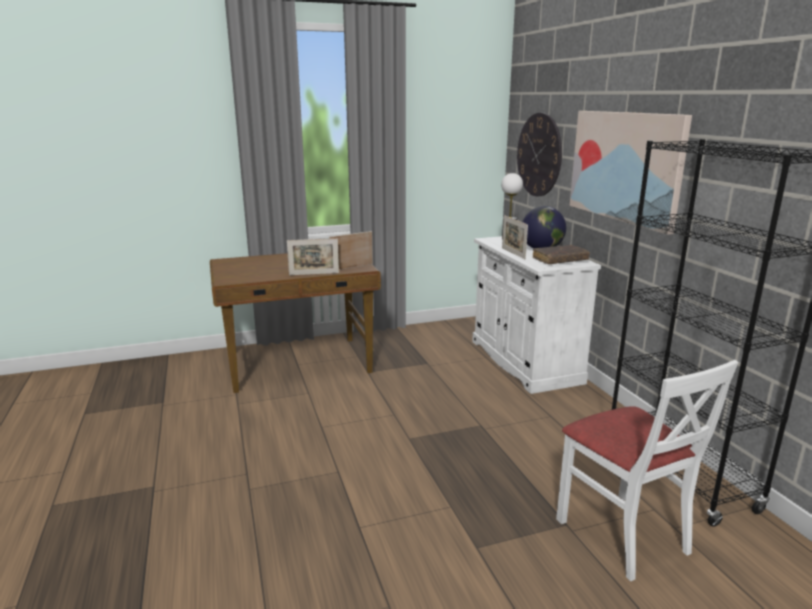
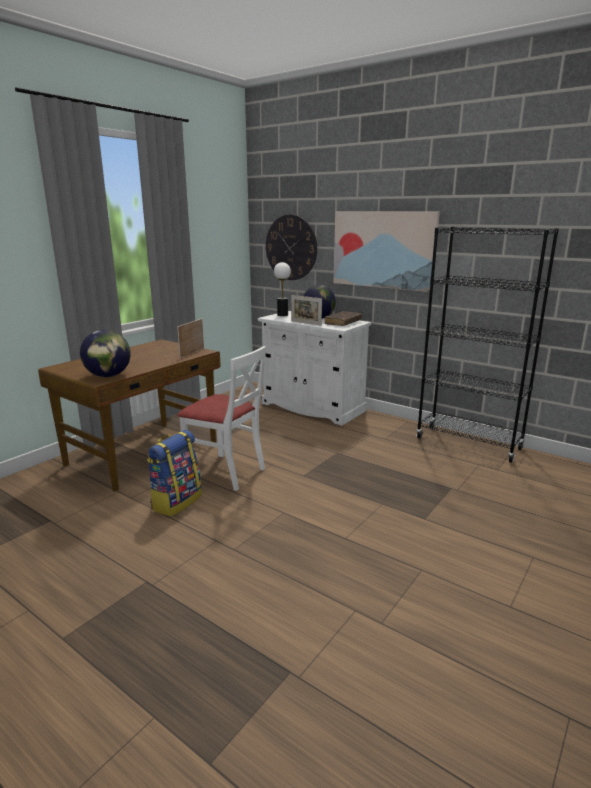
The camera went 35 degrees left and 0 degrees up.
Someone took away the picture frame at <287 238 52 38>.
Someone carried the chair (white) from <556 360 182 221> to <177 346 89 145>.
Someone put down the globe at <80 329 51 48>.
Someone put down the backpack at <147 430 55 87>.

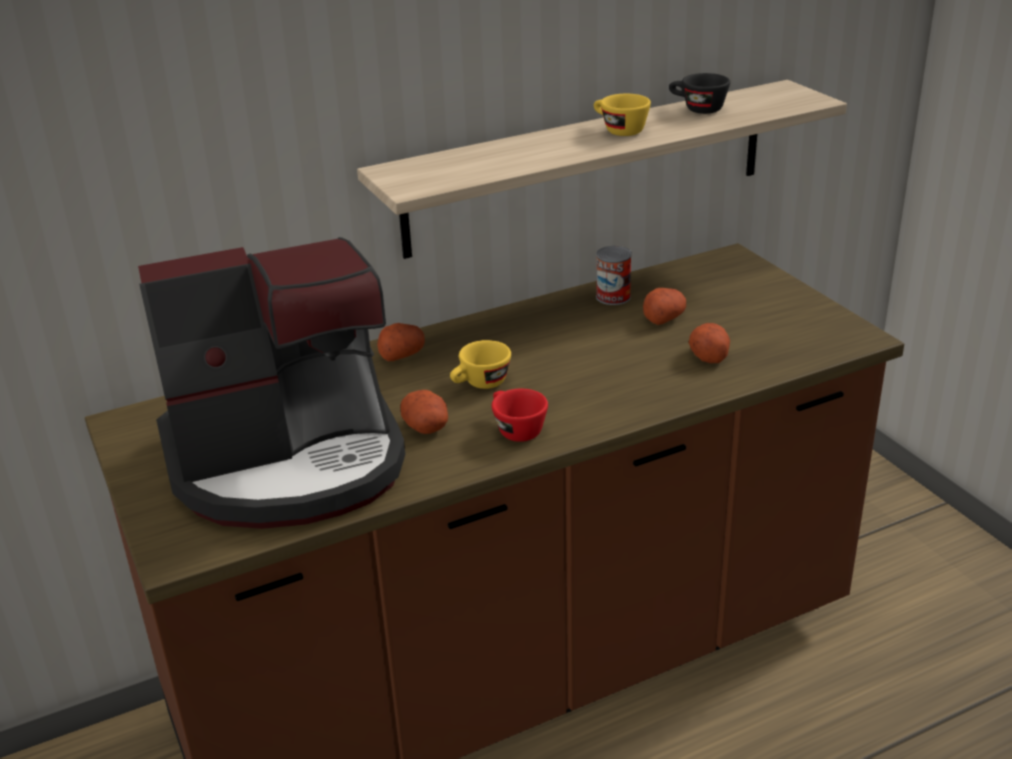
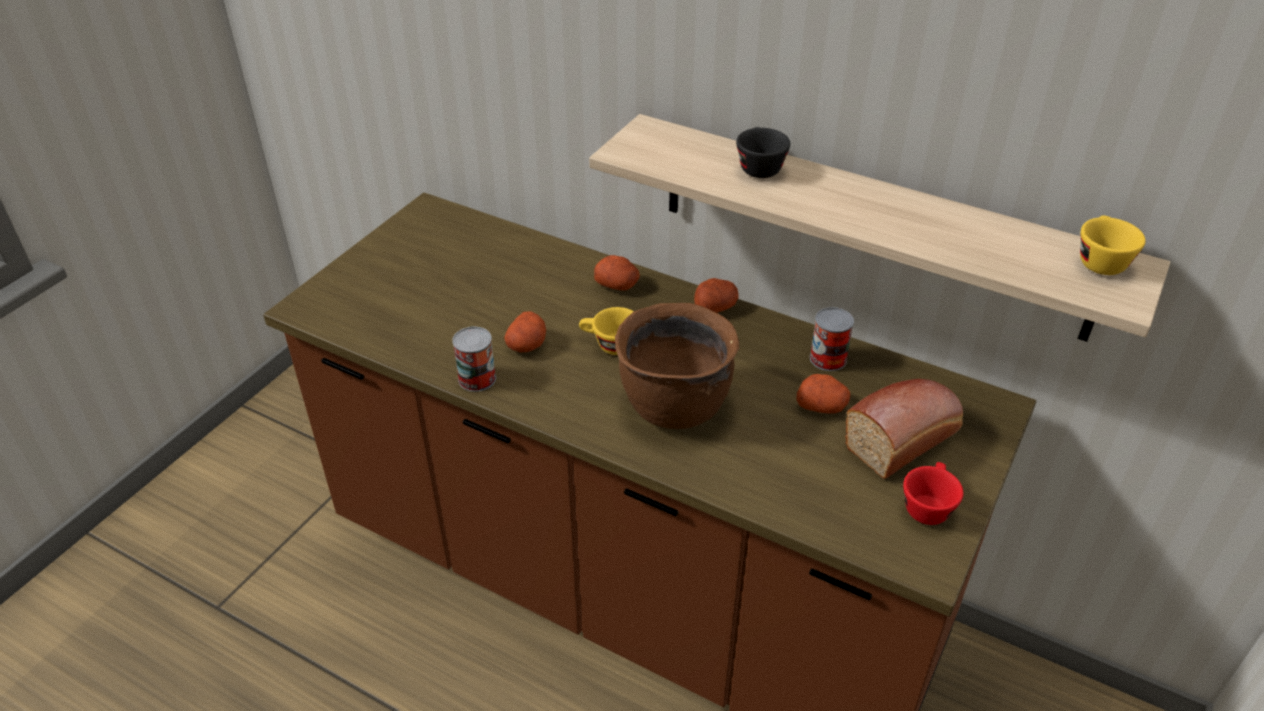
The camera went 55 degrees right and 10 degrees up.
Someone took away the coffee machine at <138 237 267 292>.
Someone carried the cup (red) from <492 389 56 53> to <903 462 60 63>.
Someone carried the cup (yellow) from <594 94 57 42> to <1080 215 66 60>.
Someone carried the cup (black) from <669 73 61 41> to <736 127 54 51>.
Someone carried the potato from <689 323 41 40> to <694 278 44 35>.
Someone put down the can at <452 327 44 65>.
Someone put down the cooking pot (brown) at <615 303 124 126>.
Someone put down the bread at <845 379 118 100>.

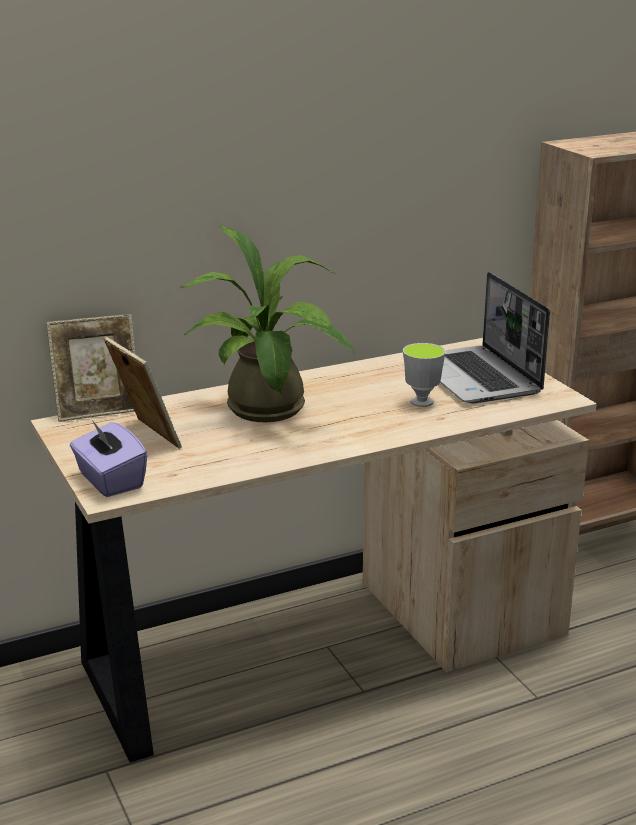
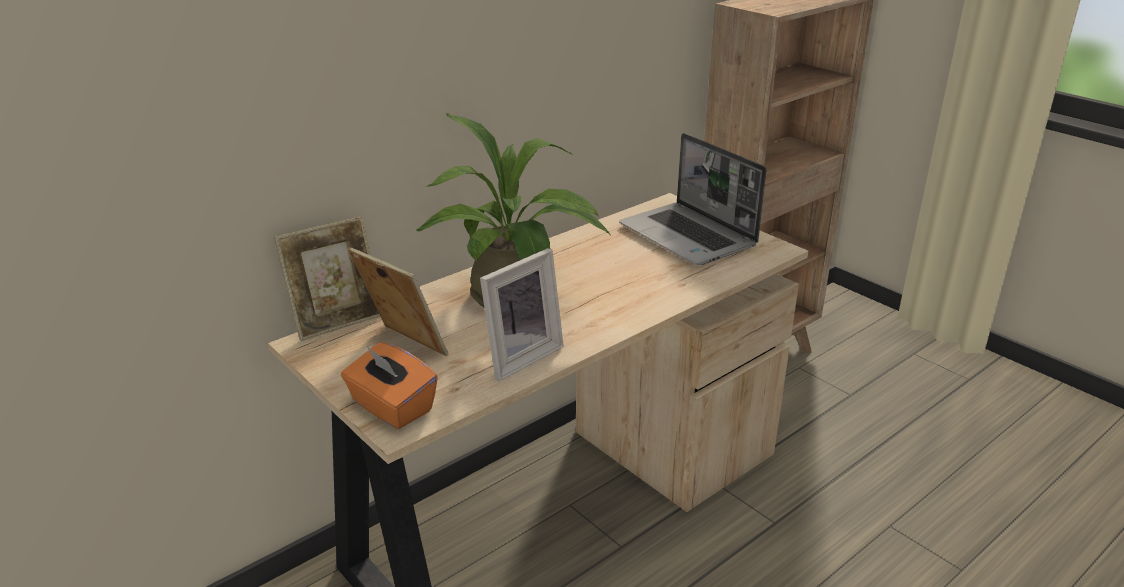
The camera went 15 degrees left and 5 degrees up.
Someone repainted the tissue box (purple) at <70 420 77 77>, which became the tissue box (orange) at <341 342 97 87>.
Someone took away the cup at <403 343 43 64>.
Someone put down the picture frame at <480 248 84 133>.

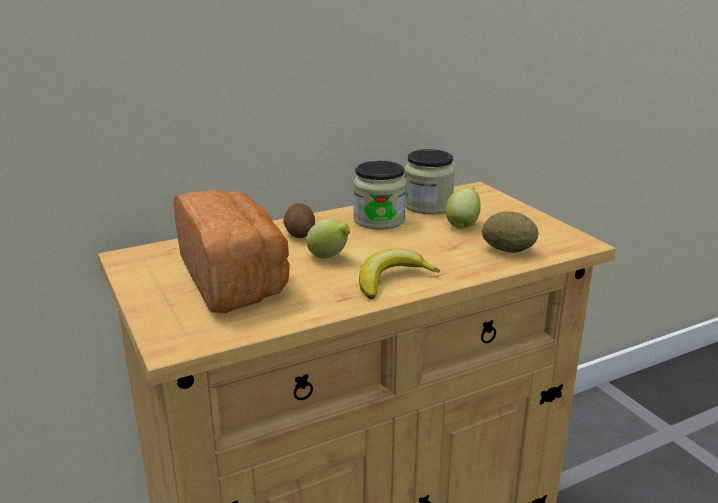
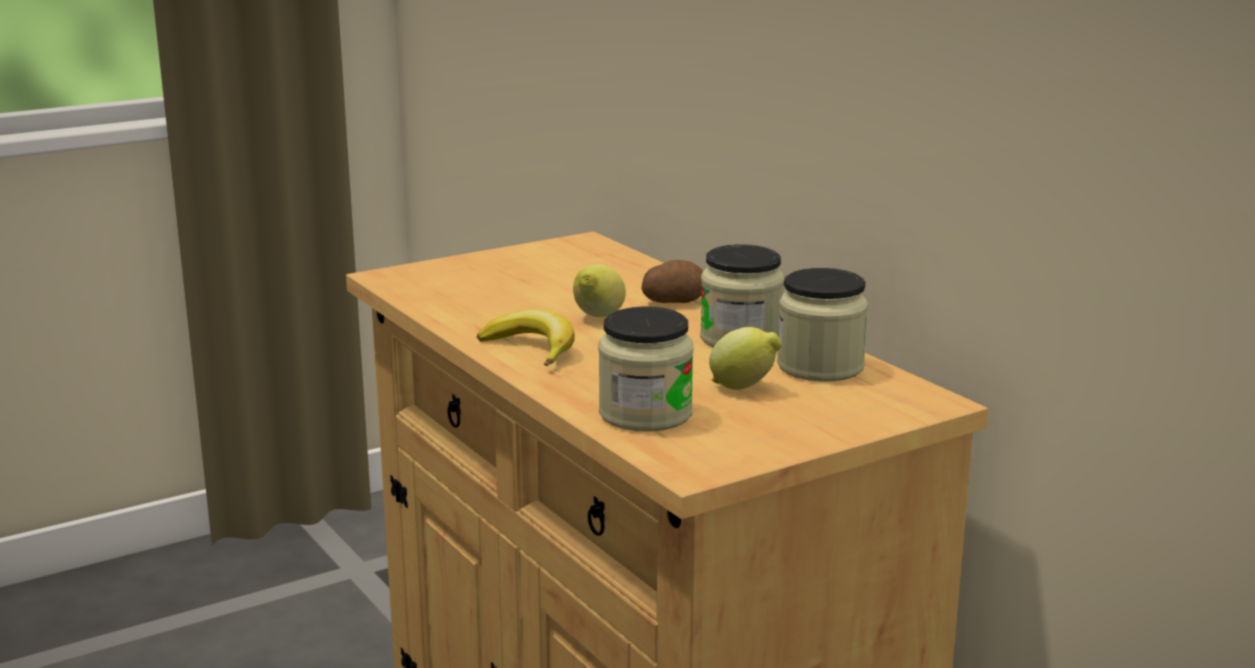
The camera went 85 degrees right and 5 degrees down.
Someone took away the bread at <174 190 116 123>.
Someone swapped the potato at <481 211 58 42> for the jar at <598 307 95 125>.

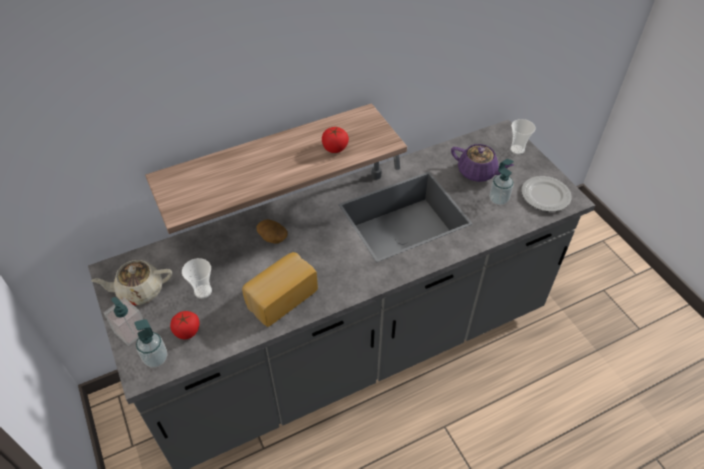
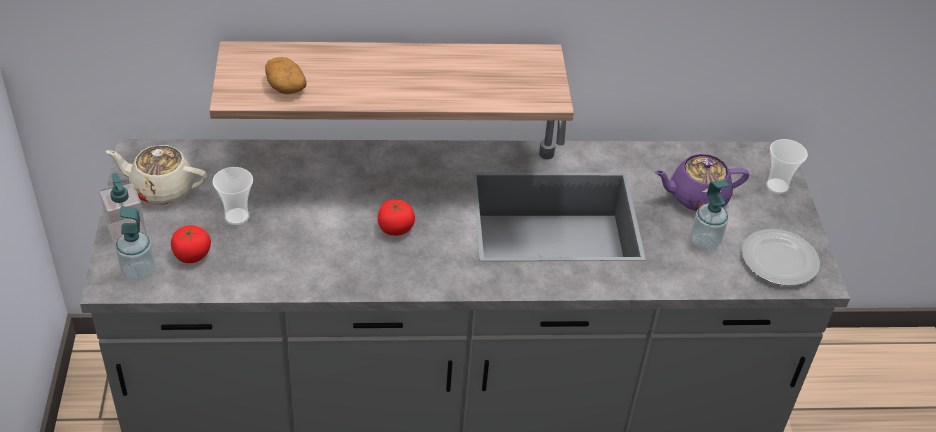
The camera went 20 degrees right and 5 degrees down.
Someone took away the bread at <242 252 76 75>.
Someone carried the potato from <256 219 32 25> to <265 57 42 37>.
Someone carried the tomato from <322 127 27 26> to <378 199 37 37>.
Someone rotated the teapot (purple) at <451 144 63 38> by 120 degrees clockwise.

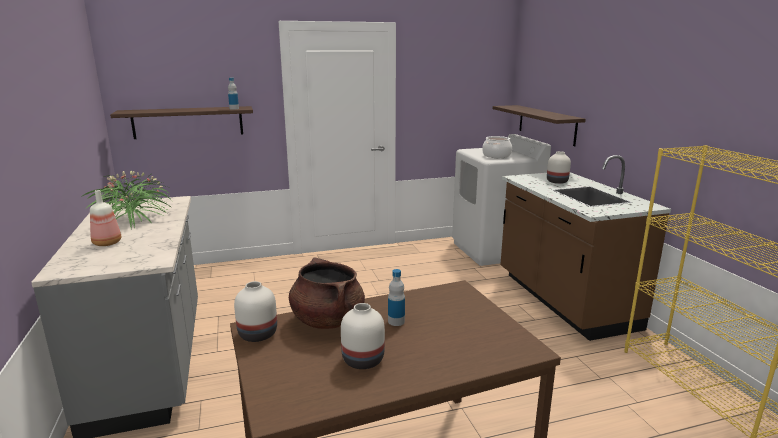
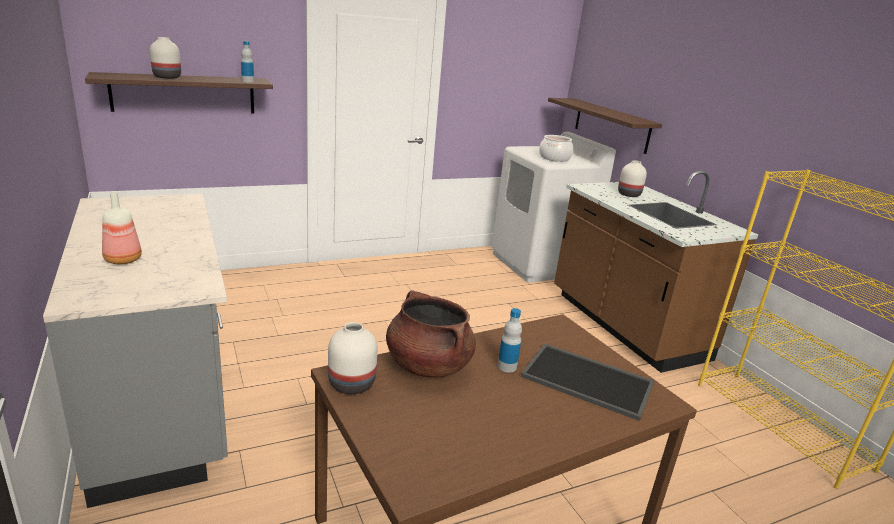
The camera went 10 degrees left and 5 degrees up.
Someone took away the potted plant at <81 171 93 59>.
Someone carried the vase (white) from <341 303 44 66> to <150 37 31 42>.
Someone put down the tray at <521 343 133 78>.

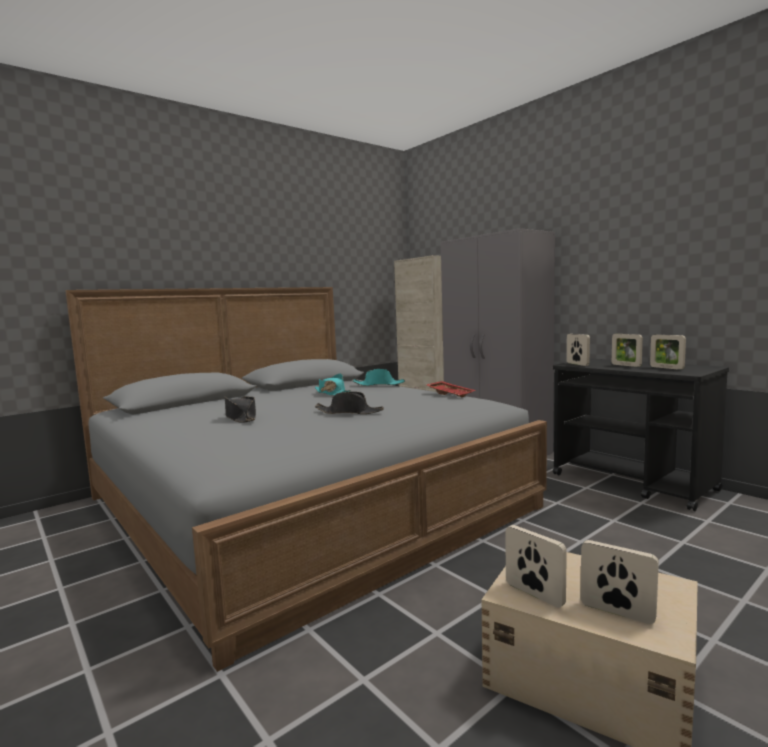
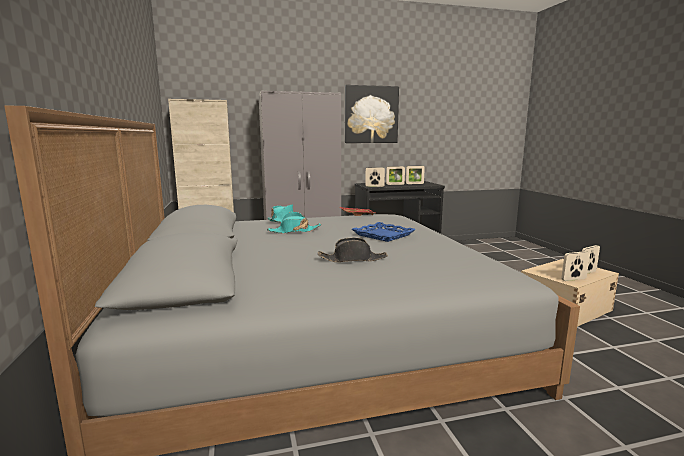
The camera went 65 degrees left and 5 degrees up.
Someone swapped the hat (black) at <315 391 69 23> for the tray (blue) at <352 222 64 20>.
Someone put up the picture at <345 85 54 58>.

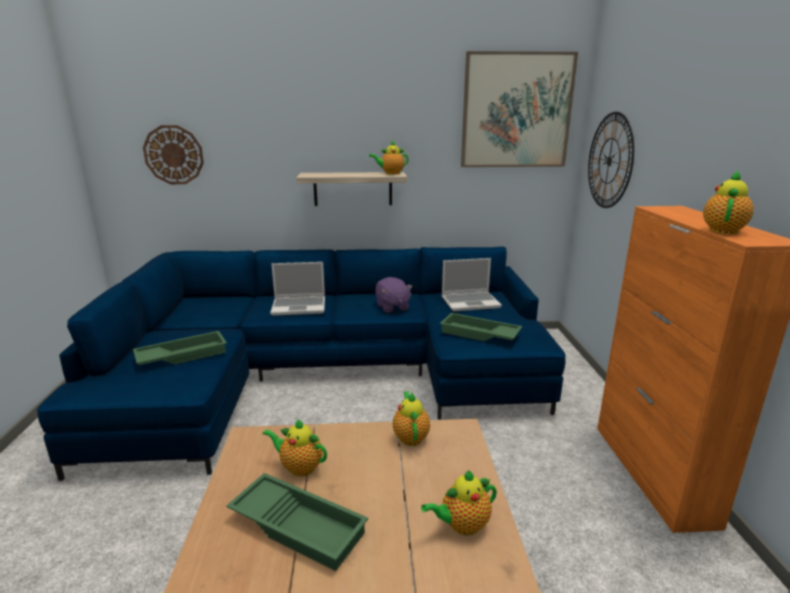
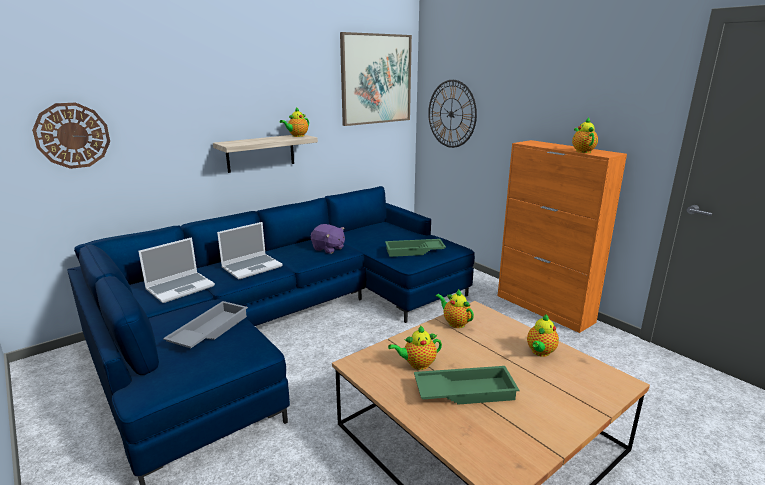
The camera went 35 degrees left and 0 degrees up.
Someone repainted the tray (green) at <133 331 94 34>, which became the tray (grey) at <163 301 85 47>.
Someone carried the laptop from <442 258 60 53> to <138 237 77 66>.

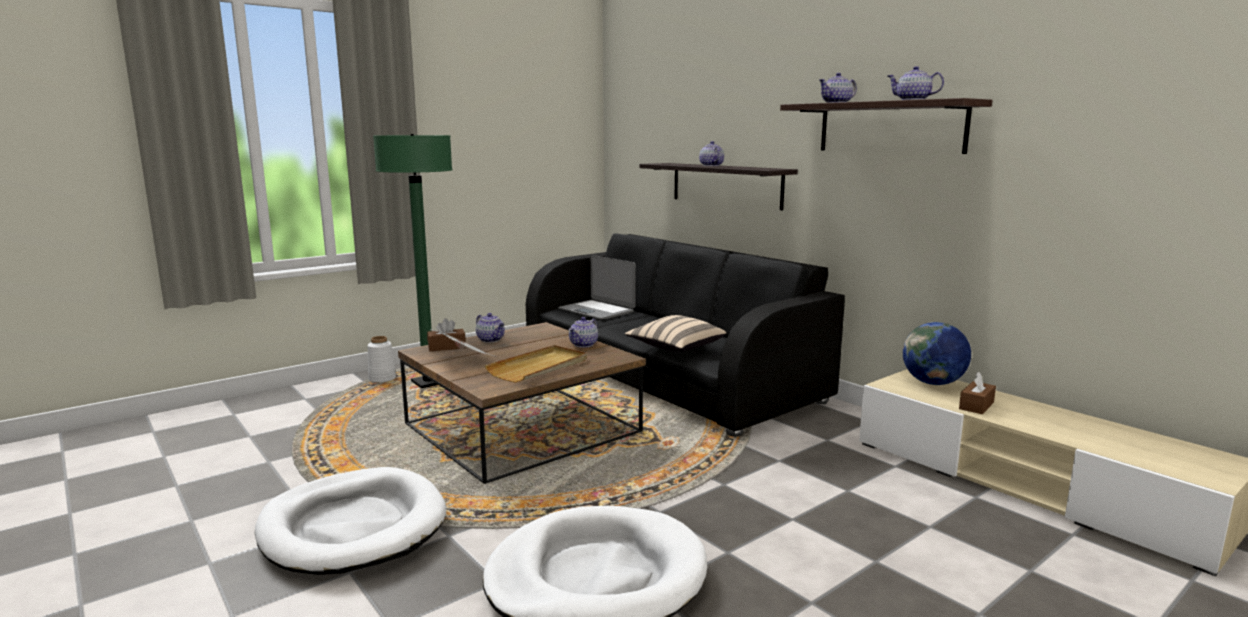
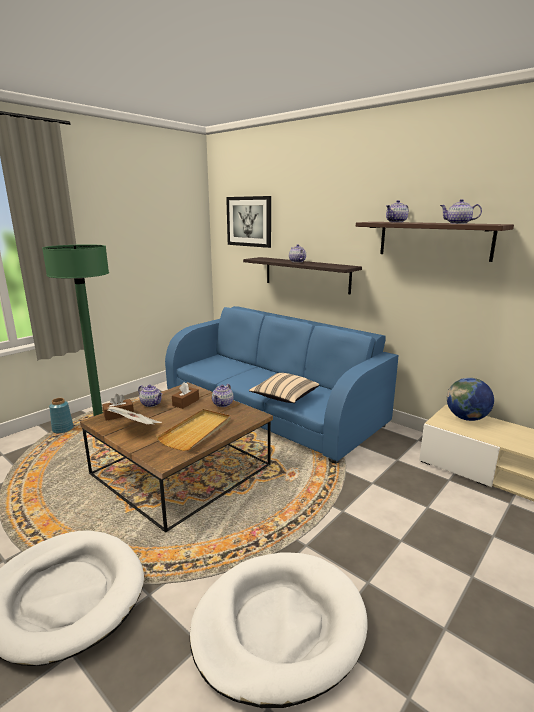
The camera went 10 degrees left and 5 degrees up.
Someone repainted the vase (white) at <368 336 28 46>, which became the vase (blue) at <49 398 25 35>.
Someone repainted the sofa (black) at <526 233 319 204>, which became the sofa (blue) at <165 306 233 157>.
Someone took away the laptop at <558 255 78 64>.
Someone carried the tissue box (brown) from <959 372 37 42> to <172 382 27 27>.
Someone put up the picture at <226 196 45 52>.

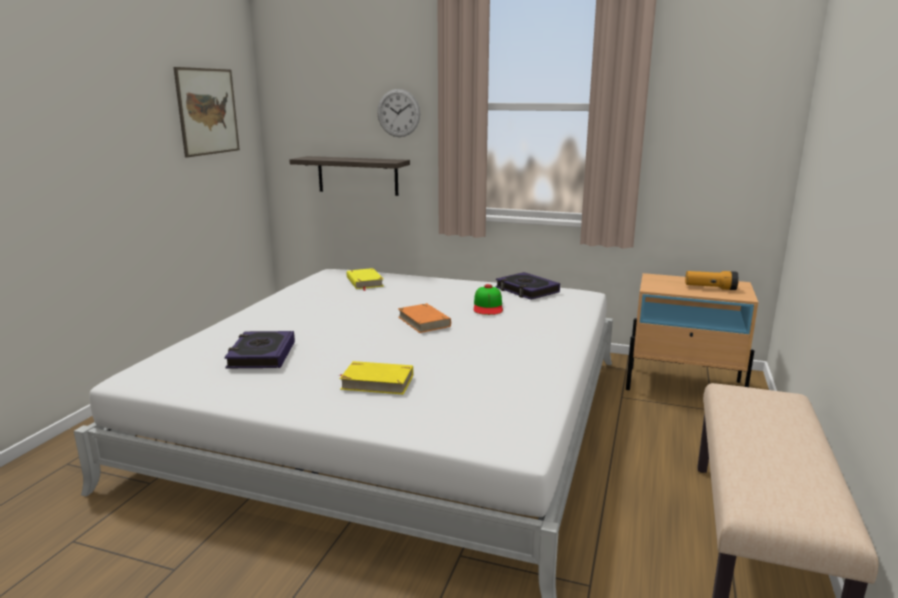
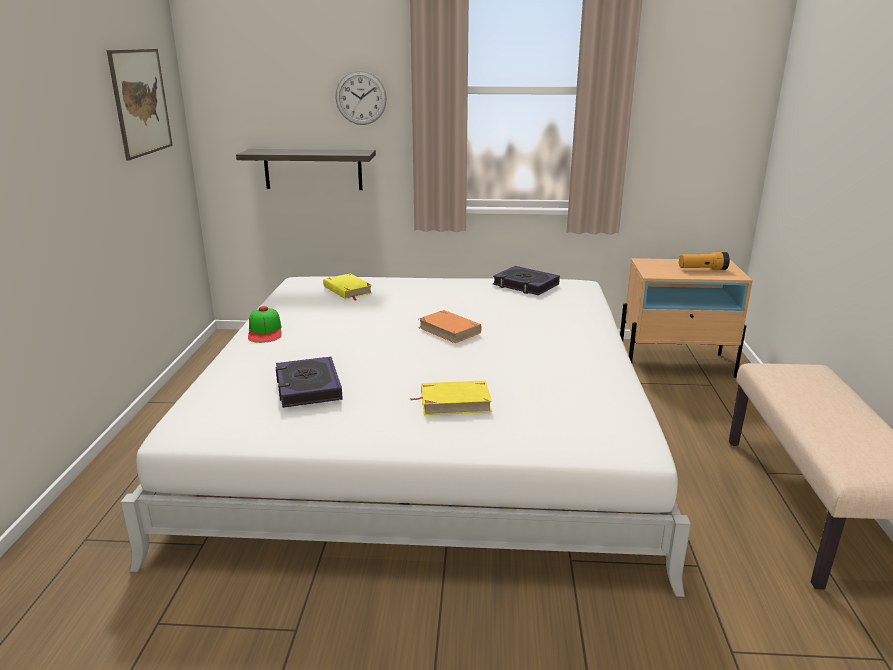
The camera went 15 degrees left and 5 degrees up.
Someone carried the cap from <474 284 29 31> to <248 306 34 37>.

